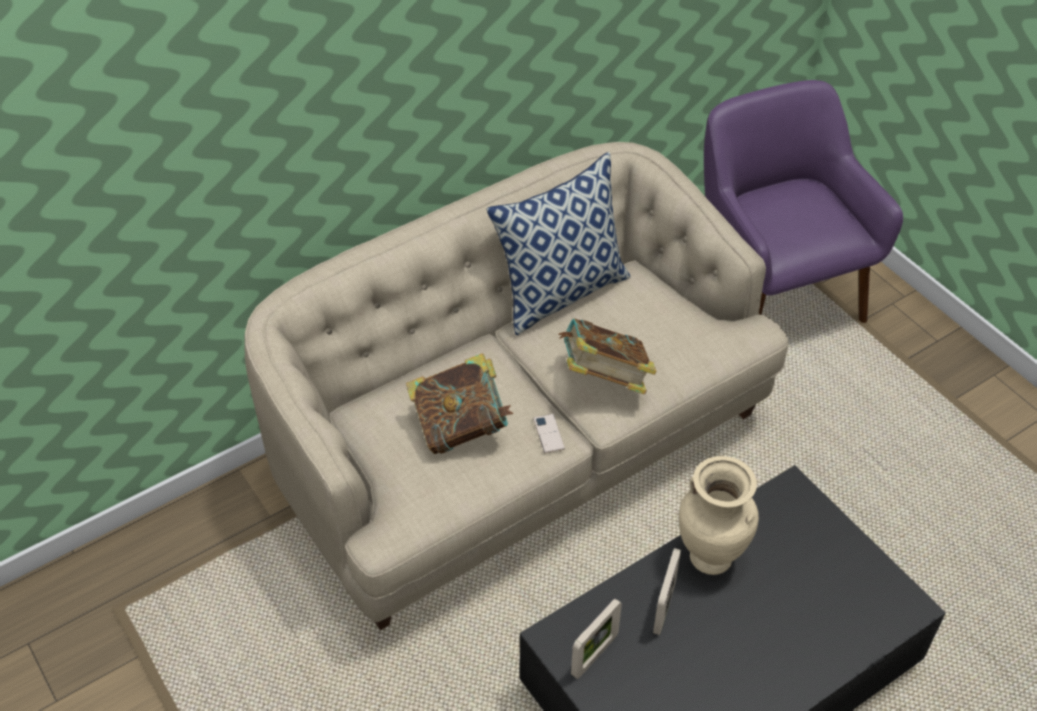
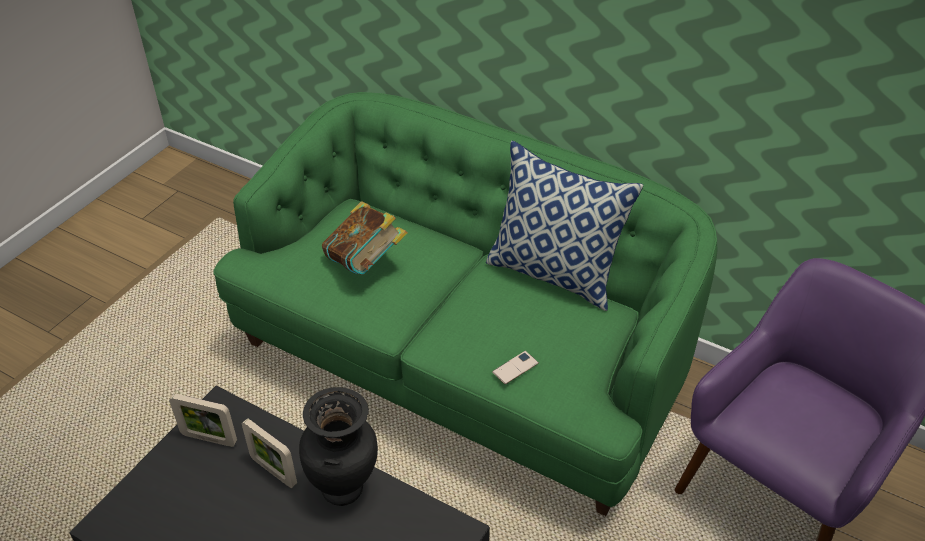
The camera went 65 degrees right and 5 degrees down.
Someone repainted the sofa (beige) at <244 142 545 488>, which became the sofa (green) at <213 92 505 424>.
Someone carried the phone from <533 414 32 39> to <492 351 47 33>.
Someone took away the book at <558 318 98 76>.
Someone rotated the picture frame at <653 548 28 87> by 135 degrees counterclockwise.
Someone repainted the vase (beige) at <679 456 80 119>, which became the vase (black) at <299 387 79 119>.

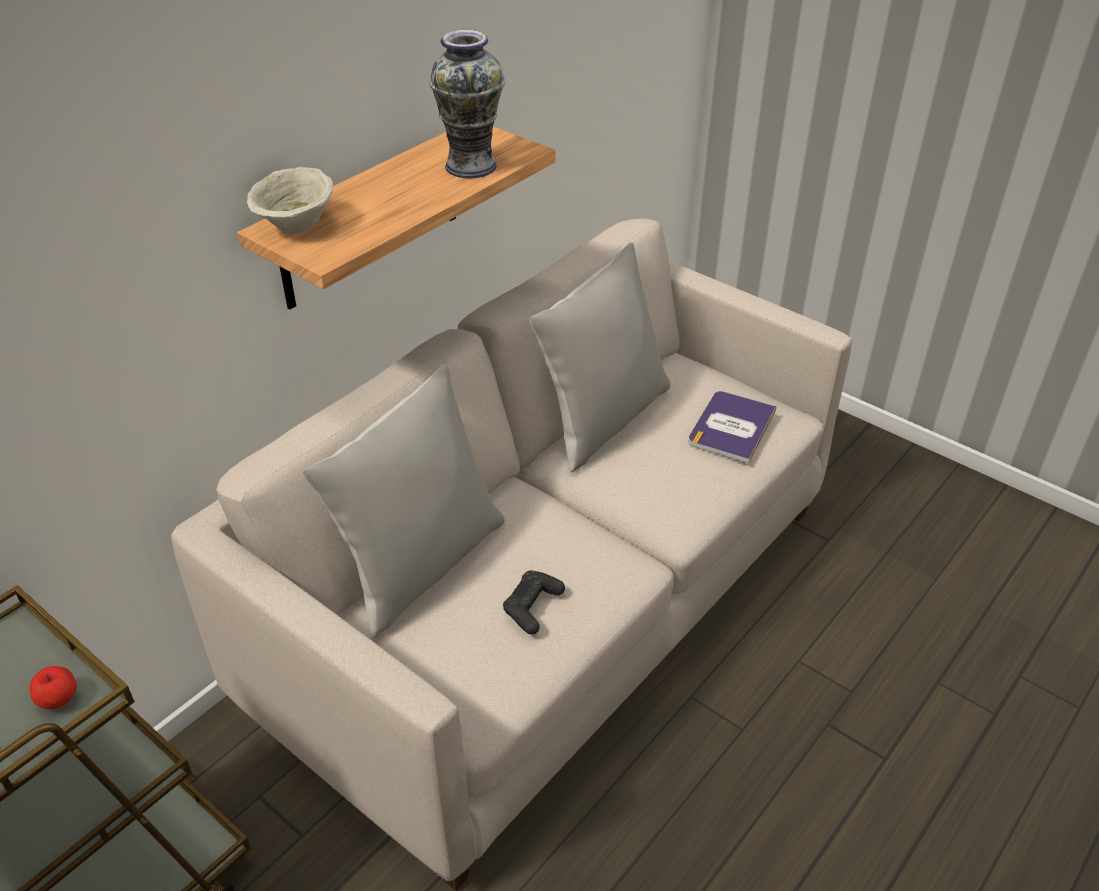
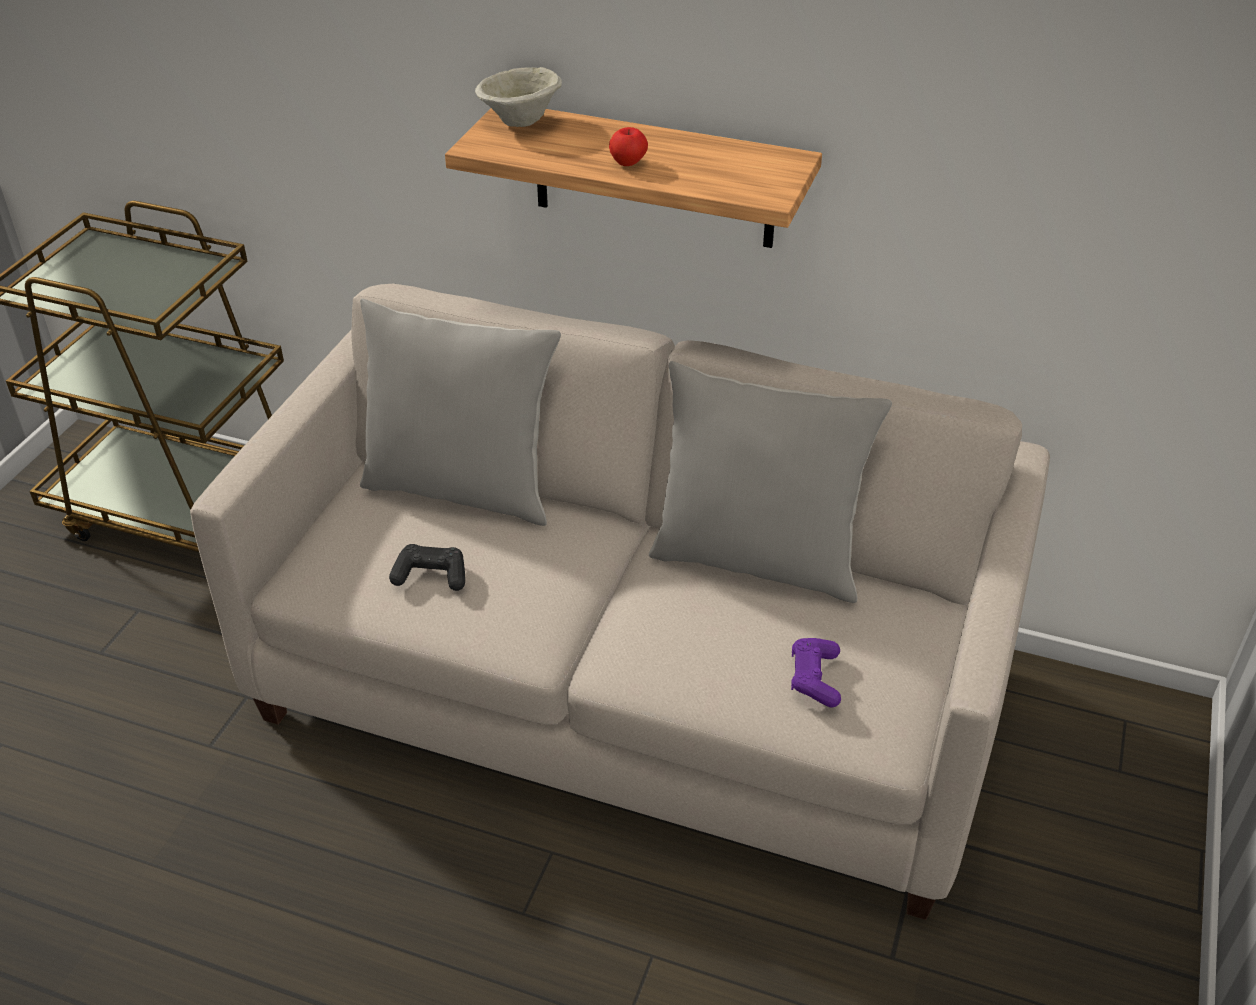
The camera went 70 degrees right and 0 degrees up.
Someone carried the apple from <29 666 48 43> to <609 127 39 39>.
Someone took away the vase at <430 30 75 148>.
Someone swapped the book at <689 391 88 73> for the game controller (purple) at <791 638 50 69>.

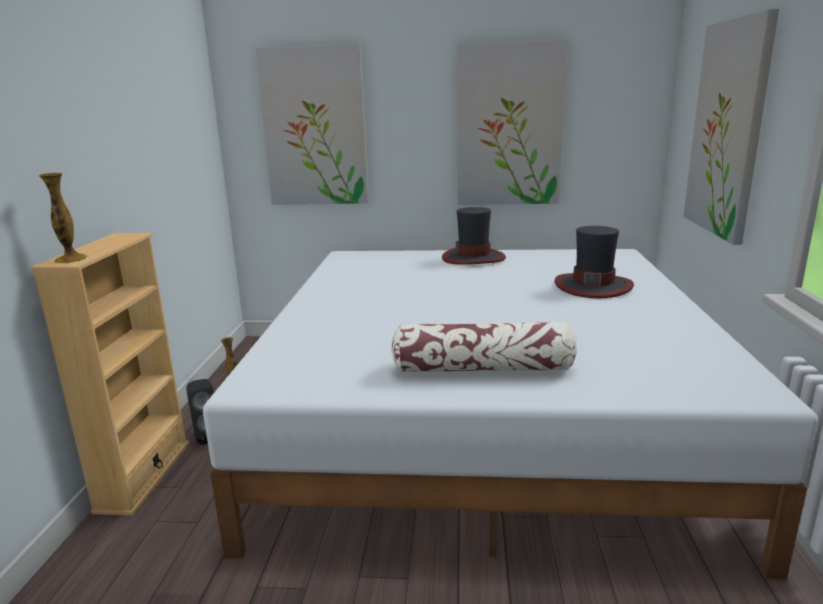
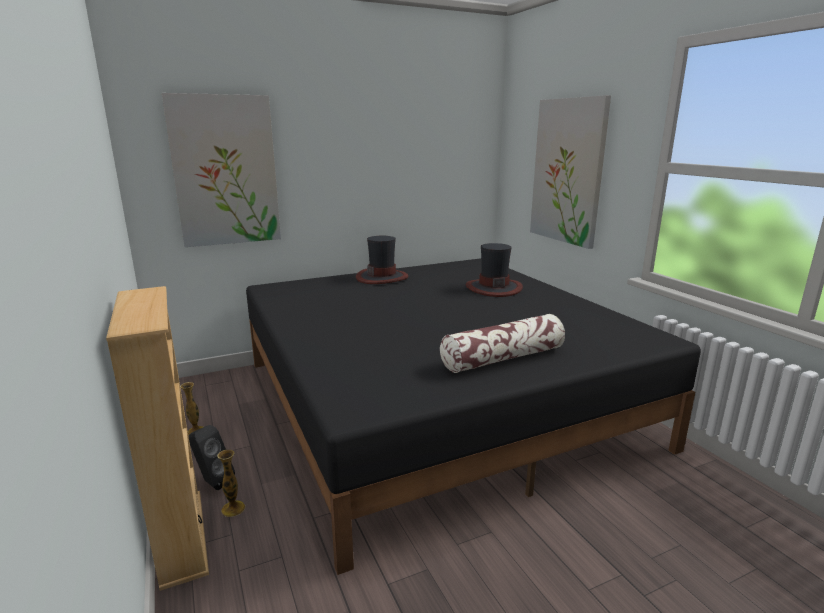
The camera went 30 degrees left and 0 degrees up.
Someone carried the vase from <39 173 48 90> to <217 450 29 67>.
Someone repainted the bed (white) at <203 249 615 331>, which became the bed (black) at <246 258 455 317>.
Someone took away the picture at <457 39 111 166>.

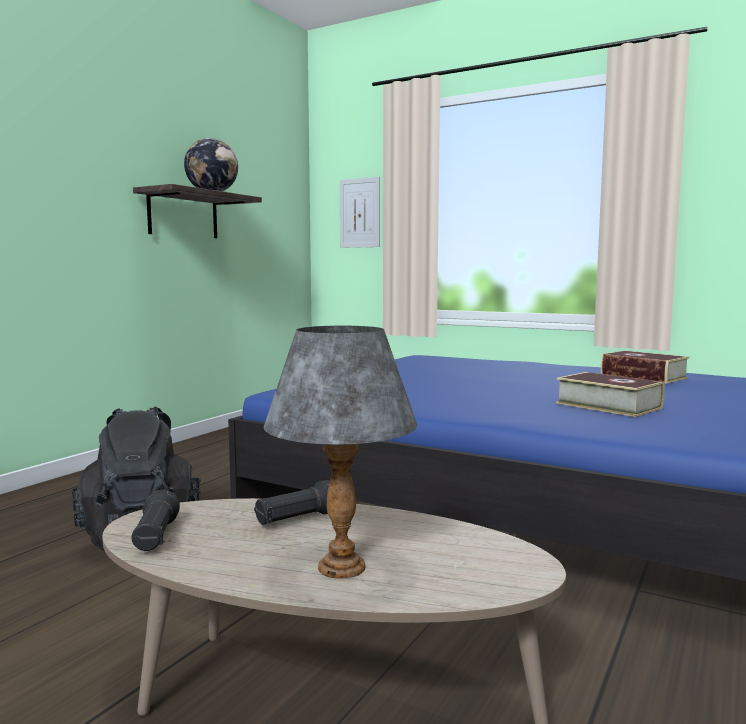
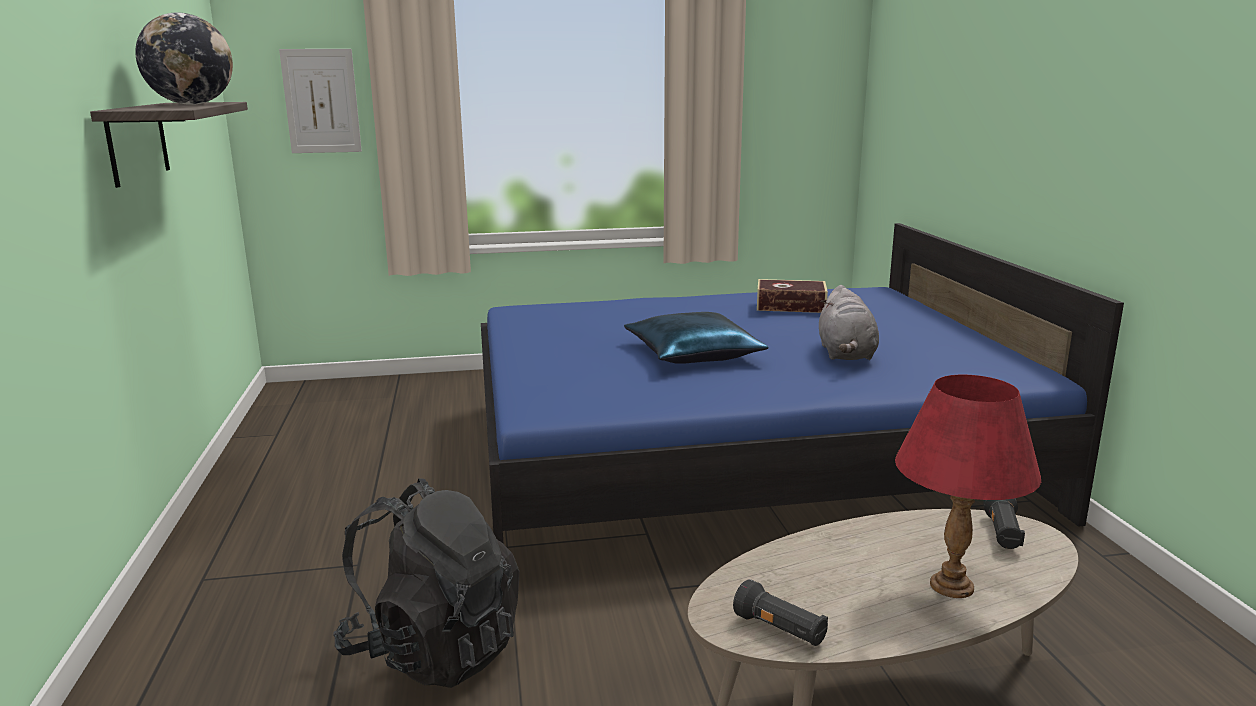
The camera went 40 degrees left and 10 degrees up.
Someone carried the flashlight (black) from <254 480 76 45> to <983 498 42 51>.
Someone repainted the table lamp (grey) at <263 326 154 253>, which became the table lamp (red) at <895 375 146 223>.
Someone swapped the book at <556 372 108 45> for the plush toy (grey) at <819 285 60 75>.
Someone put down the pillow (blue) at <624 312 144 52>.

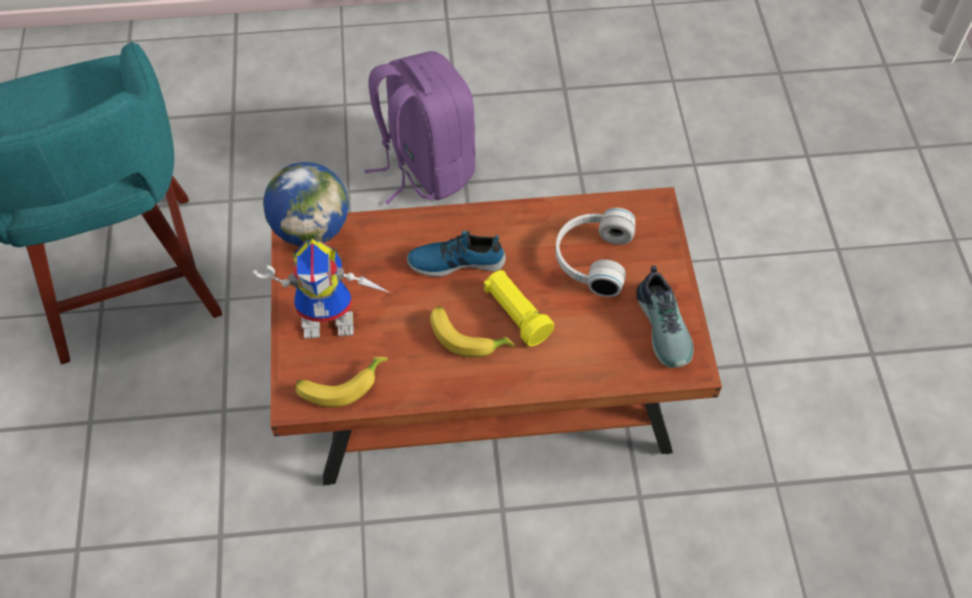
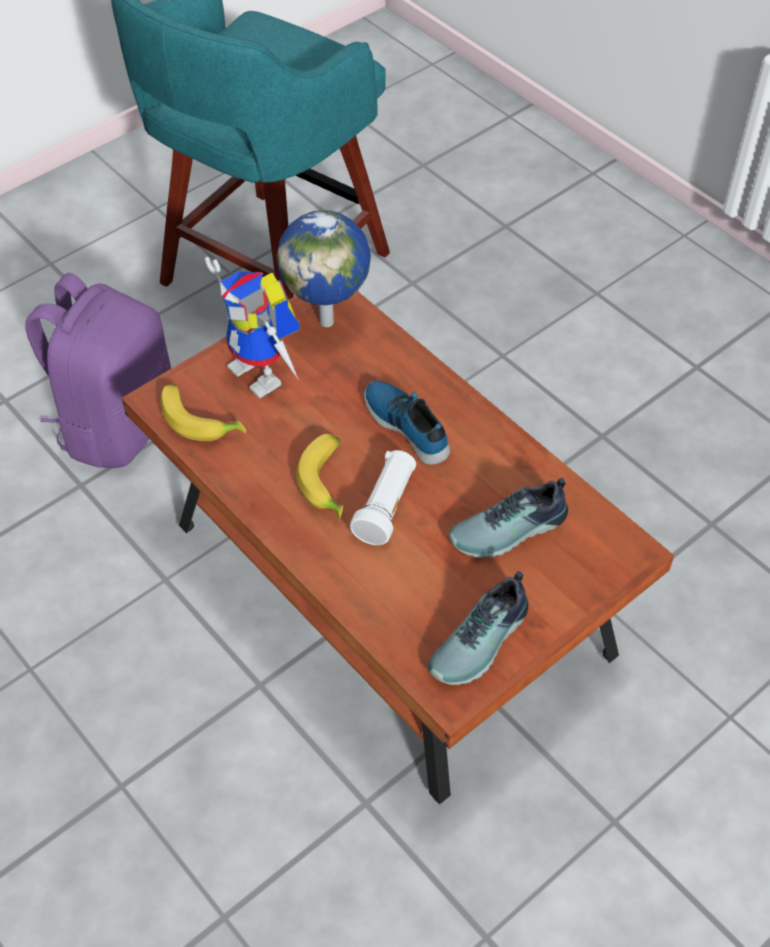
The camera went 55 degrees right and 5 degrees down.
Someone carried the backpack (purple) from <364 51 112 153> to <25 273 146 195>.
Someone repainted the flashlight (yellow) at <484 270 70 76>, which became the flashlight (white) at <350 450 66 95>.
Someone swapped the headphones (white) at <555 208 80 89> for the shoe at <448 478 120 80>.

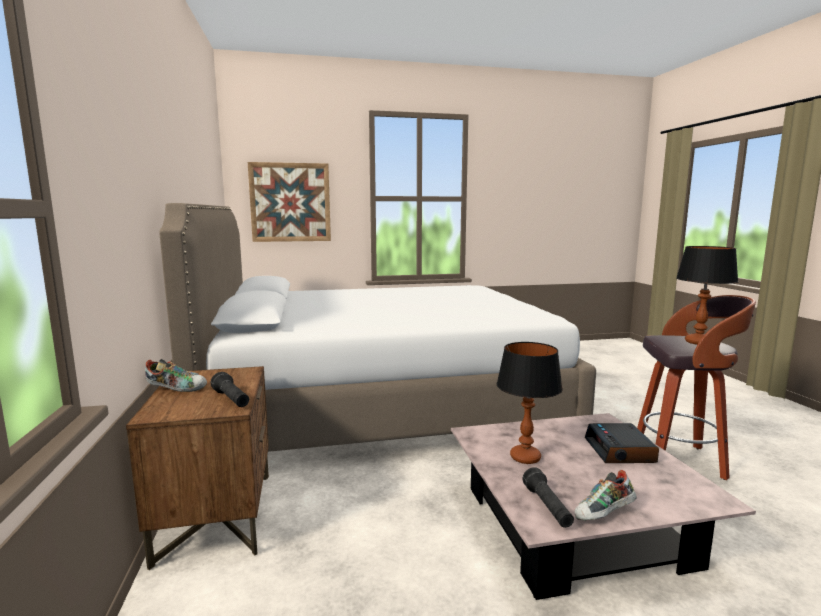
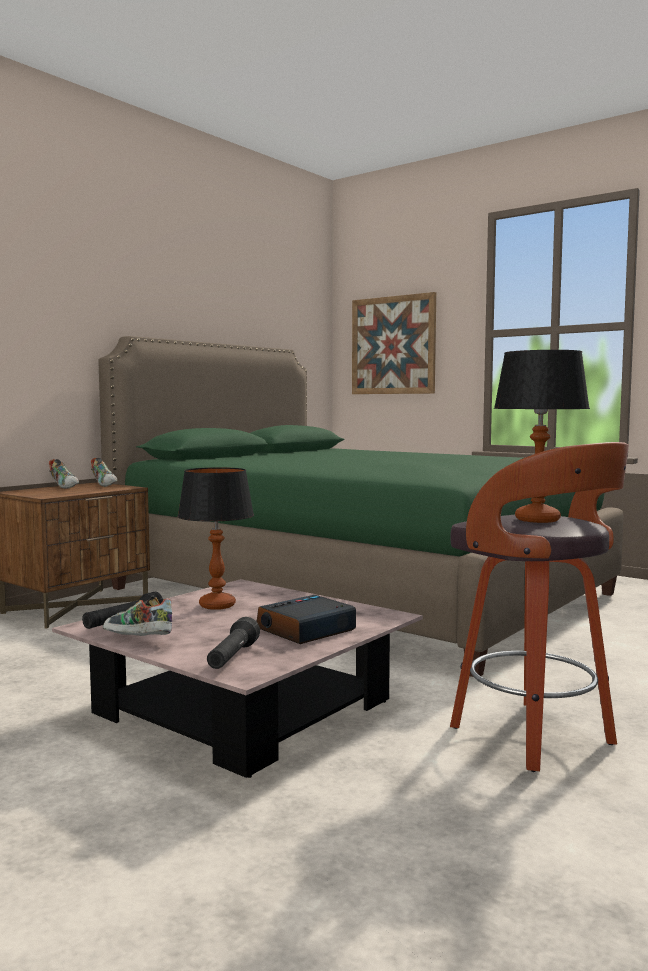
The camera went 50 degrees right and 5 degrees down.
Someone repainted the bed (white) at <159 203 437 249>, which became the bed (green) at <98 336 526 341>.
Someone carried the flashlight (black) from <211 372 38 35> to <207 617 53 52>.
Someone put down the shoe at <91 458 26 29>.

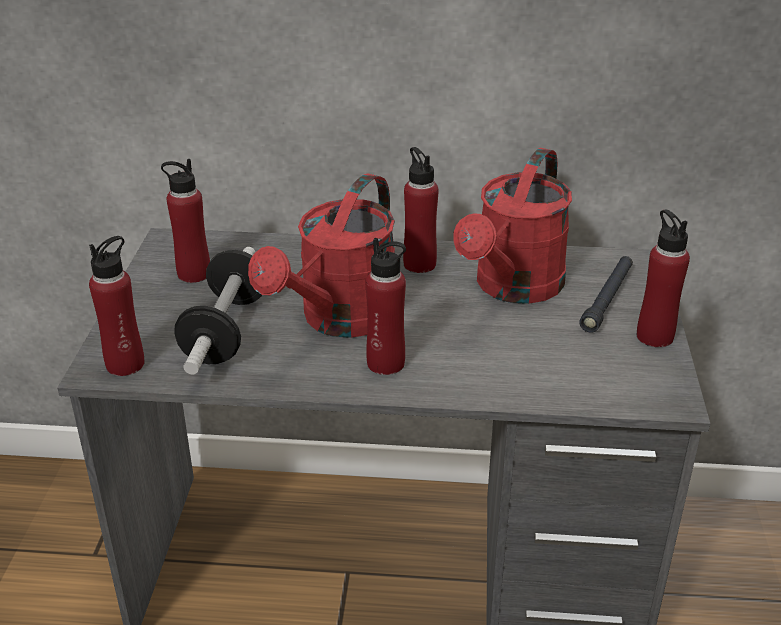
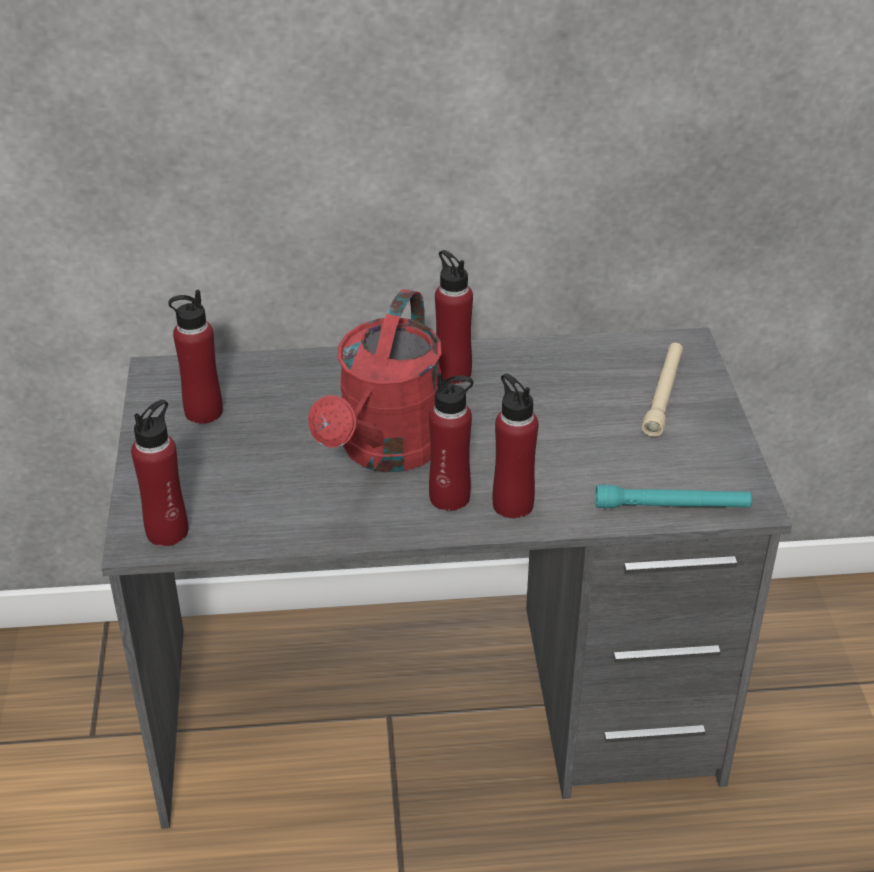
The camera went 10 degrees left and 5 degrees up.
Someone took away the dumbbell at <174 247 88 127>.
Someone took away the watering can (red) at <453 148 119 156>.
Someone repainted the flashlight (black) at <579 256 54 77>, which became the flashlight (beige) at <642 343 41 94>.
Someone carried the bottle (red) from <637 209 53 138> to <492 374 47 145>.
Someone put down the flashlight (turquoise) at <595 485 157 23>.

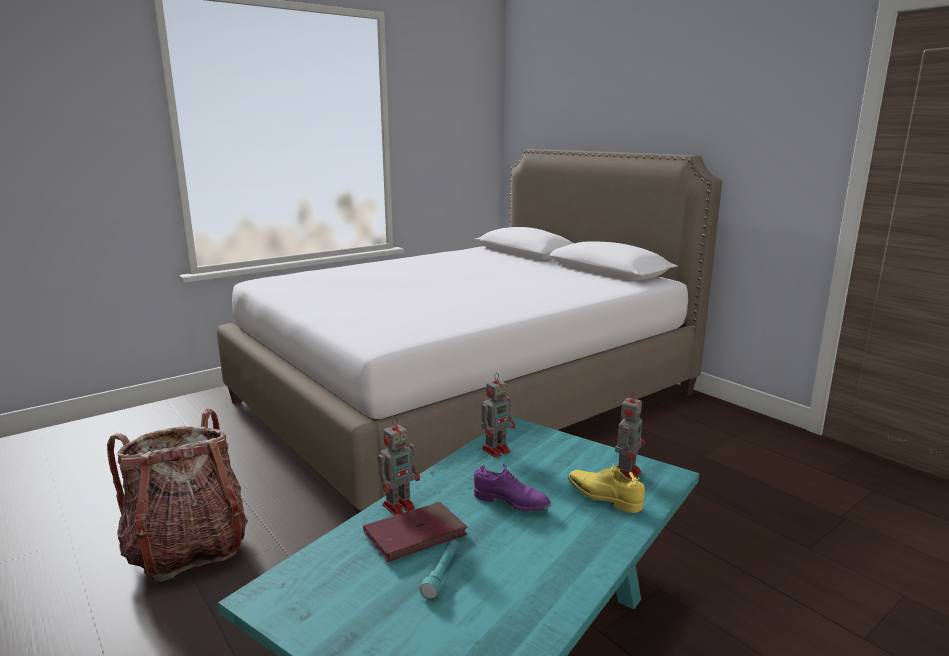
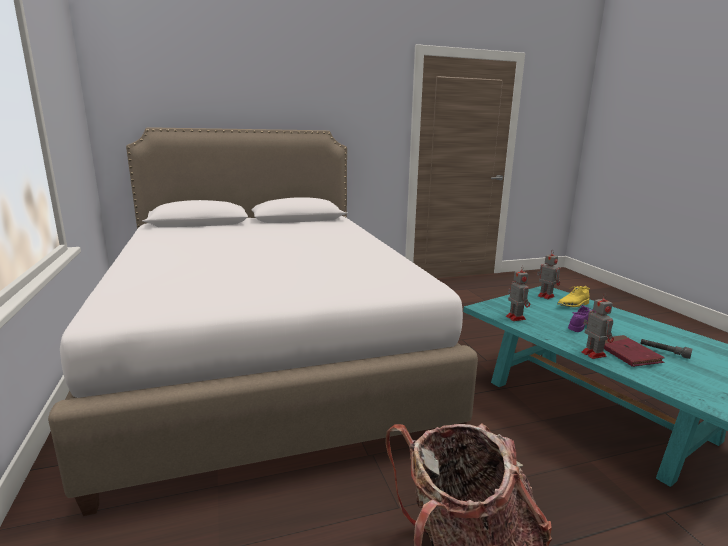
The camera went 70 degrees left and 0 degrees up.
Someone repainted the flashlight (turquoise) at <420 540 39 60>, which became the flashlight (grey) at <640 339 52 20>.

